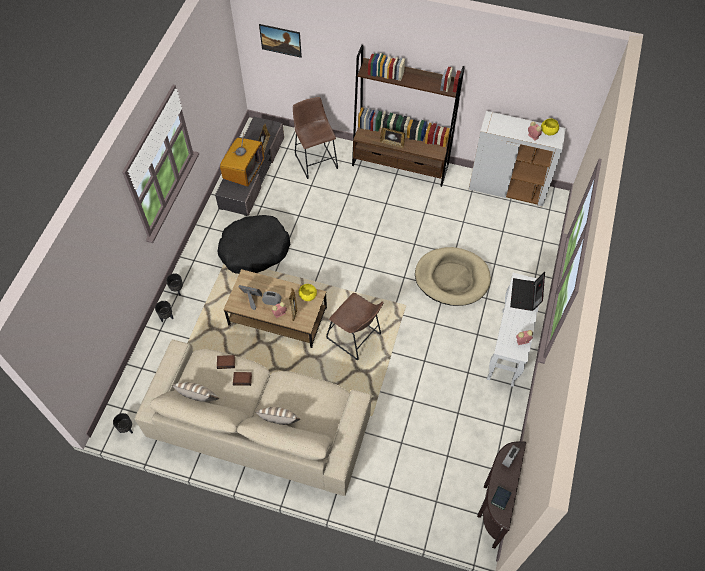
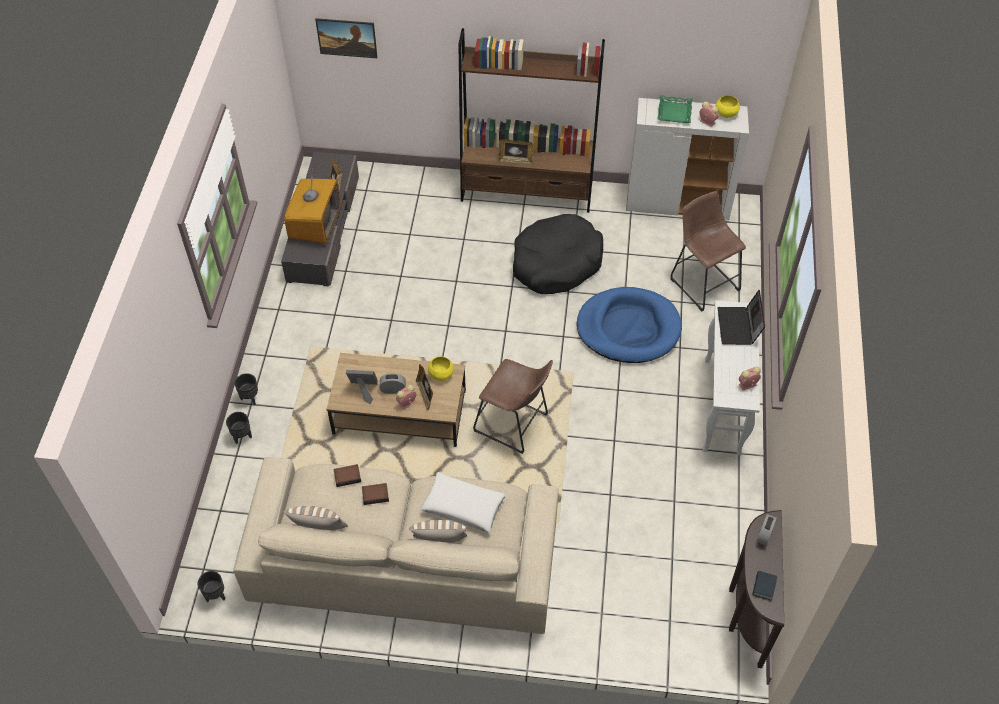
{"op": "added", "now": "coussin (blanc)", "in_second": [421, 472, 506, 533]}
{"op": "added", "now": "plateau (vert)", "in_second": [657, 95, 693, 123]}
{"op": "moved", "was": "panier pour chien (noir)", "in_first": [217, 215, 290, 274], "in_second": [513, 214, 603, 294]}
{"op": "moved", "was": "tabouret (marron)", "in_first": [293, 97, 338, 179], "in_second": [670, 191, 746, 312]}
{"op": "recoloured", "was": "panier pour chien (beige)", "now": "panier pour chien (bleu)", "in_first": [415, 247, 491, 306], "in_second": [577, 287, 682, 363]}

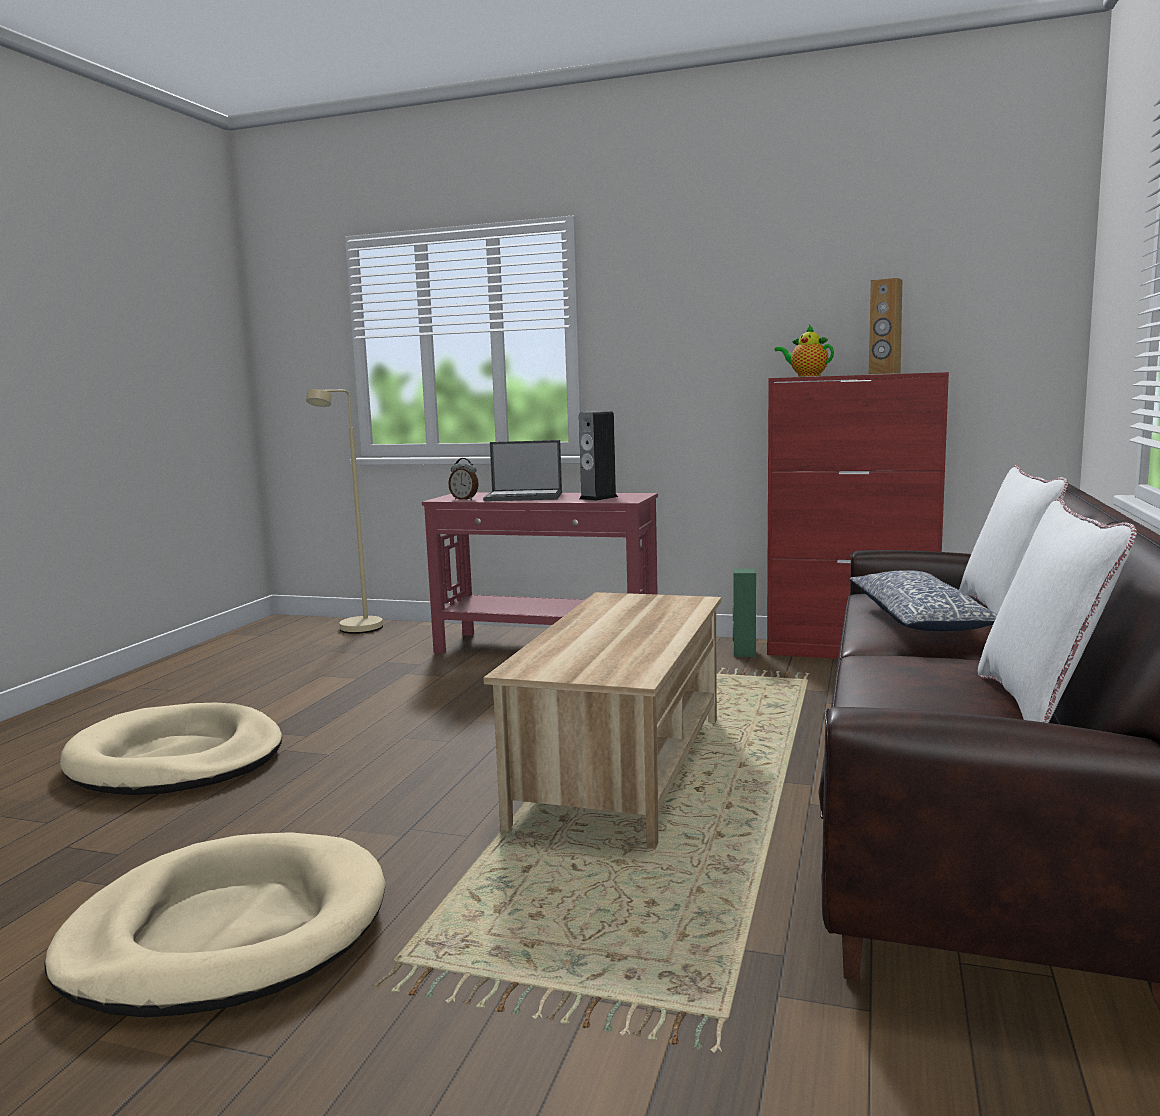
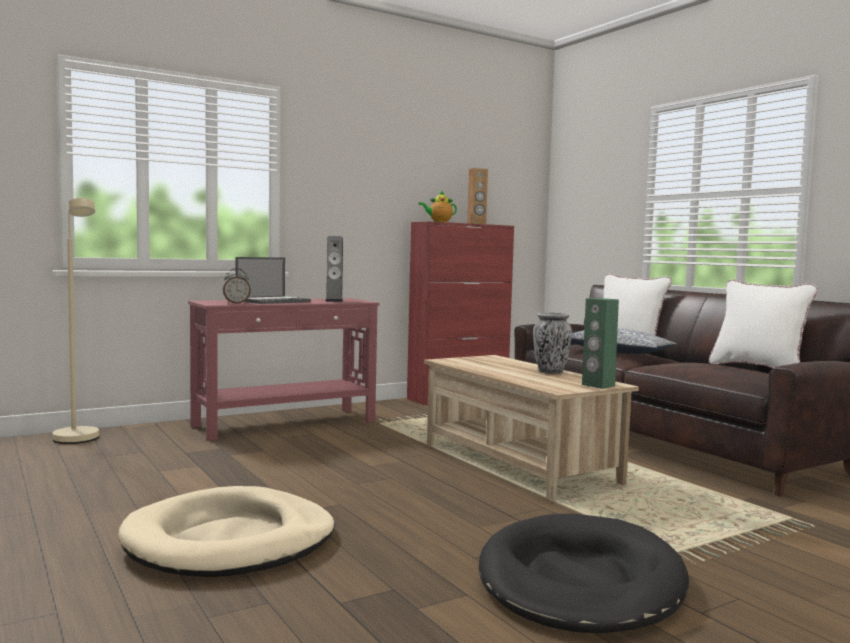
{"op": "added", "now": "vase", "in_second": [533, 312, 572, 374]}
{"op": "moved", "was": "enceinte (vert)", "in_first": [733, 569, 756, 657], "in_second": [582, 298, 619, 389]}
{"op": "recoloured", "was": "panier pour chien (beige)", "now": "panier pour chien (noir)", "in_first": [44, 832, 386, 1018], "in_second": [479, 514, 689, 633]}

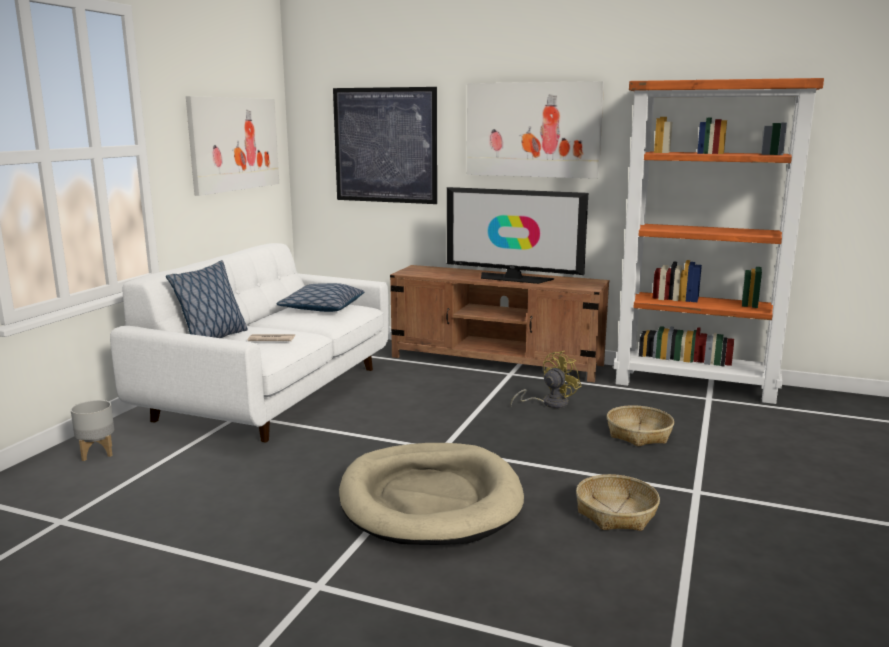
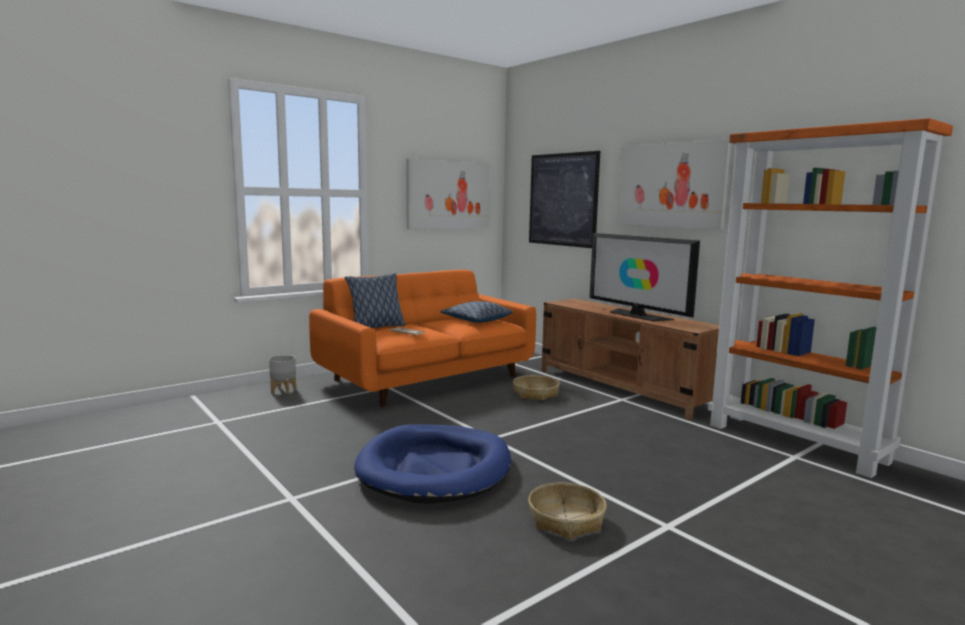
{"op": "removed", "was": "ventilateur (jaune)", "in_first": [511, 351, 582, 408]}
{"op": "moved", "was": "panier", "in_first": [607, 405, 674, 446], "in_second": [513, 375, 560, 401]}
{"op": "recoloured", "was": "canapé (blanc)", "now": "canapé (orange)", "in_first": [110, 243, 389, 443], "in_second": [309, 270, 536, 407]}
{"op": "recoloured", "was": "panier pour chien (beige)", "now": "panier pour chien (bleu)", "in_first": [339, 443, 524, 545], "in_second": [354, 424, 511, 504]}

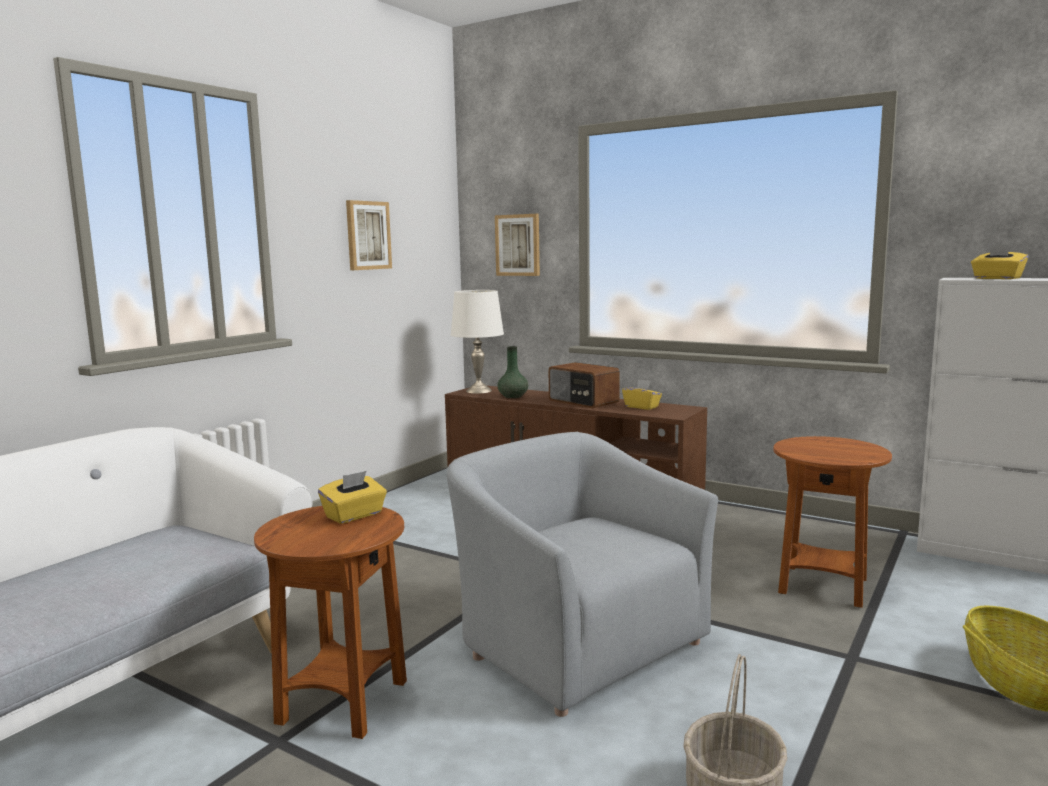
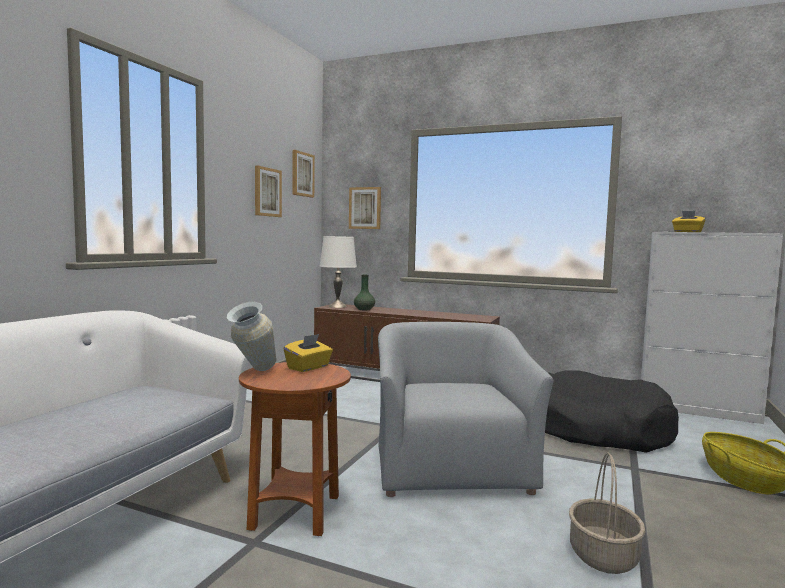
{"op": "removed", "was": "radio", "in_first": [549, 362, 620, 408]}
{"op": "removed", "was": "boîte à mouchoirs (jaune)", "in_first": [622, 379, 662, 410]}
{"op": "added", "now": "vase", "in_second": [227, 302, 276, 371]}
{"op": "added", "now": "tableau", "in_second": [292, 150, 315, 198]}
{"op": "replaced", "was": "table d'appoint (marron)", "now": "panier pour chien (noir)", "in_first": [773, 436, 892, 608], "in_second": [545, 370, 679, 453]}
{"op": "turned", "was": "fauteuil (gris)", "in_first": [447, 432, 718, 717], "in_second": [378, 322, 554, 497], "clockwise": 45}

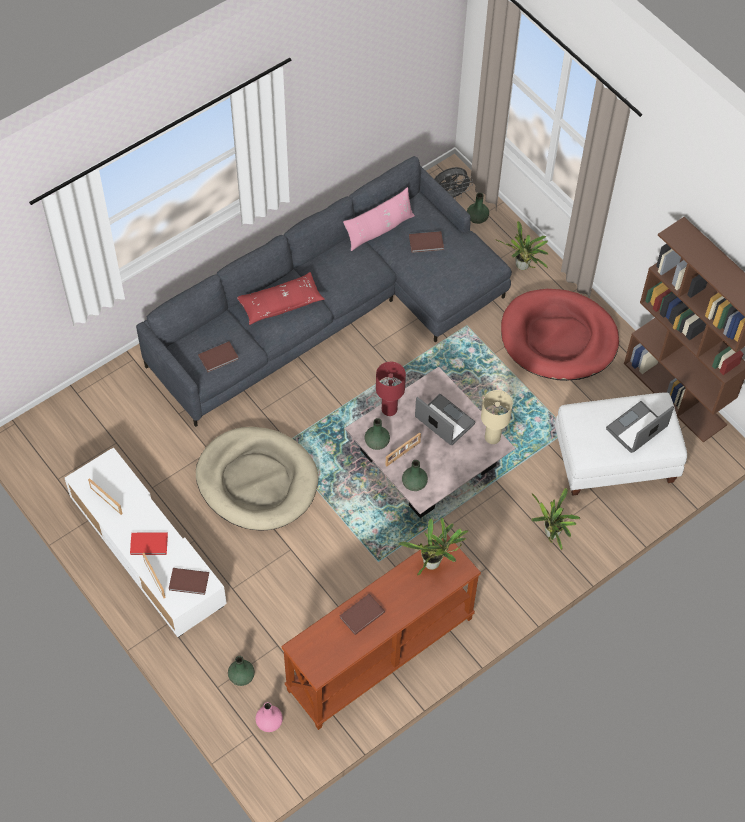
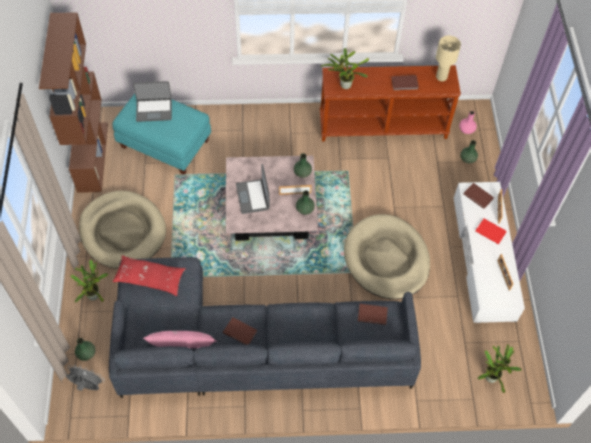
{"op": "removed", "was": "lampe de table (rouge)", "in_first": [376, 362, 406, 416]}
{"op": "moved", "was": "coussin (rouge)", "in_first": [237, 272, 325, 325], "in_second": [113, 255, 186, 296]}
{"op": "moved", "was": "livre (marron)", "in_first": [409, 231, 444, 253], "in_second": [223, 317, 257, 345]}
{"op": "moved", "was": "lampe de table (beige)", "in_first": [481, 390, 513, 444], "in_second": [436, 35, 461, 81]}
{"op": "moved", "was": "plante en pot", "in_first": [531, 488, 580, 551], "in_second": [477, 344, 522, 393]}
{"op": "recoloured", "was": "panier pour chien (rouge)", "now": "panier pour chien (beige)", "in_first": [501, 289, 619, 381], "in_second": [79, 191, 166, 269]}
{"op": "recoloured", "was": "pouf (blanc)", "now": "pouf (turquoise)", "in_first": [555, 392, 687, 496], "in_second": [112, 94, 211, 175]}

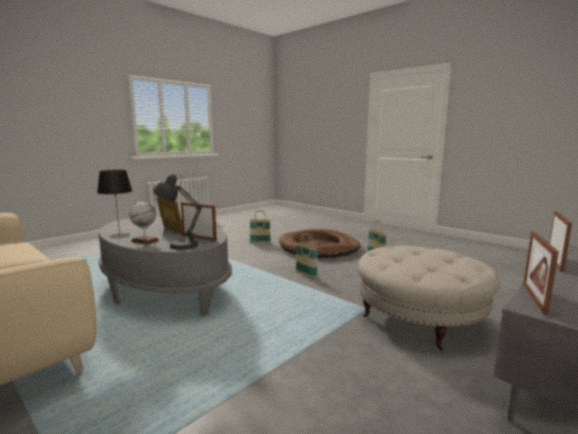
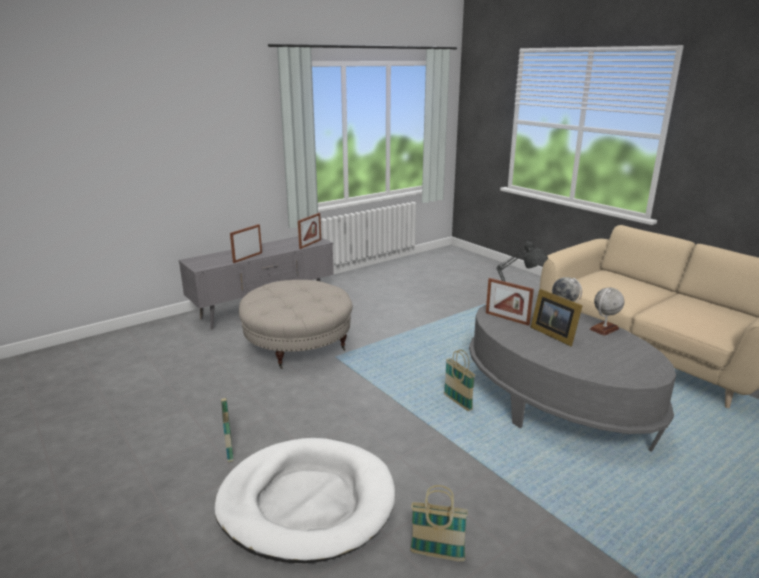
{"op": "moved", "was": "panier", "in_first": [296, 233, 318, 278], "in_second": [444, 349, 475, 411]}
{"op": "replaced", "was": "lampe de table (noir)", "now": "globe", "in_first": [97, 170, 133, 238], "in_second": [589, 288, 624, 336]}
{"op": "recoloured", "was": "panier pour chien (marron)", "now": "panier pour chien (blanc)", "in_first": [279, 229, 361, 258], "in_second": [214, 438, 395, 563]}

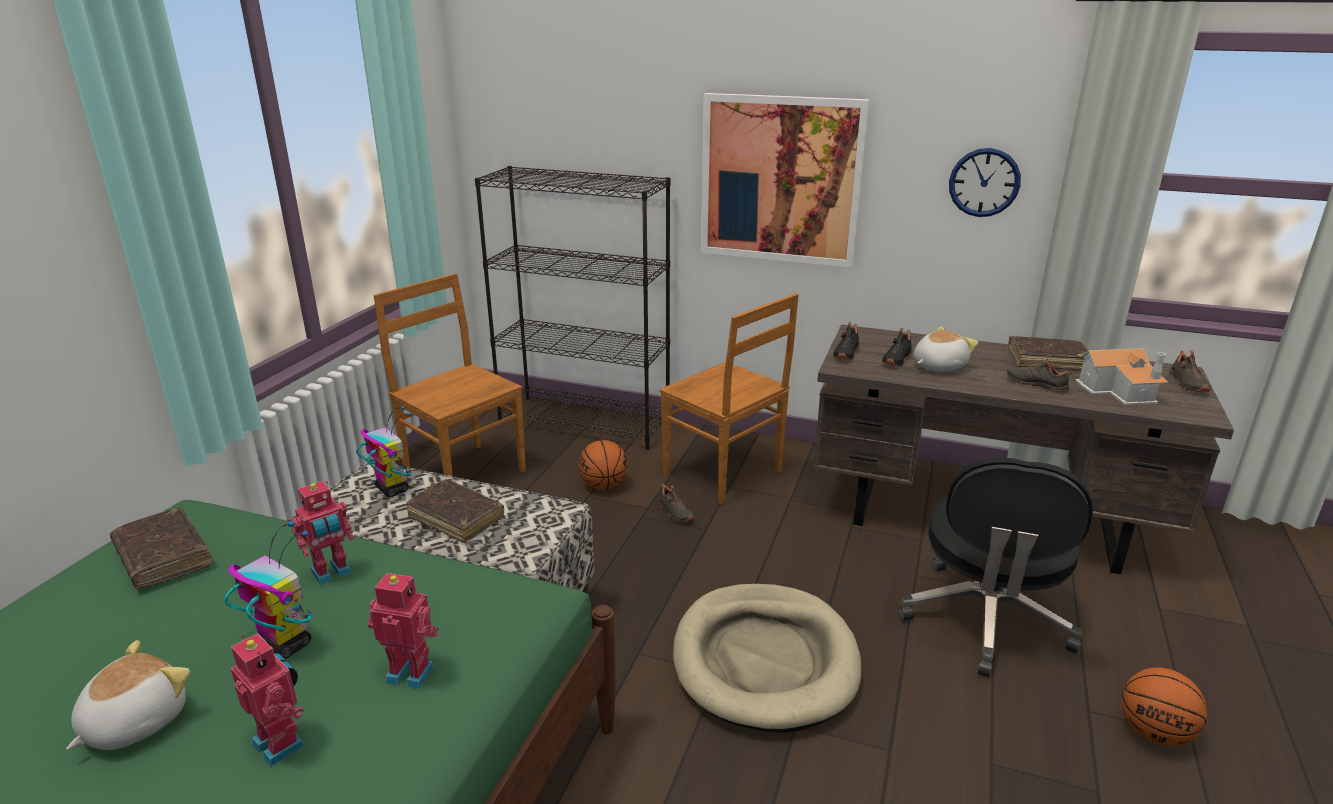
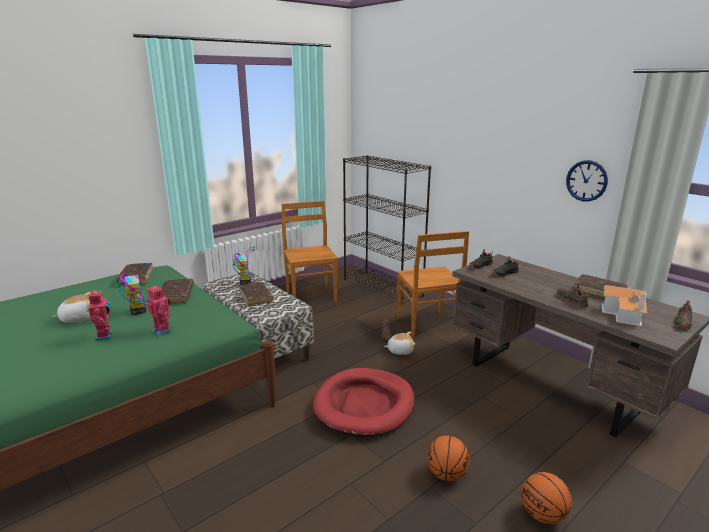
{"op": "removed", "was": "tableau", "in_first": [701, 93, 870, 268]}
{"op": "removed", "was": "chaise de bureau (noir)", "in_first": [898, 457, 1093, 678]}
{"op": "moved", "was": "ballon de basket", "in_first": [578, 440, 628, 490], "in_second": [427, 435, 470, 481]}
{"op": "moved", "was": "peluche", "in_first": [914, 327, 978, 372], "in_second": [384, 332, 415, 355]}
{"op": "replaced", "was": "robot jouet", "now": "livre (marron)", "in_first": [291, 481, 354, 585], "in_second": [161, 278, 194, 304]}
{"op": "recoloured", "was": "panier pour chien (beige)", "now": "panier pour chien (rouge)", "in_first": [673, 584, 861, 733], "in_second": [313, 368, 415, 437]}

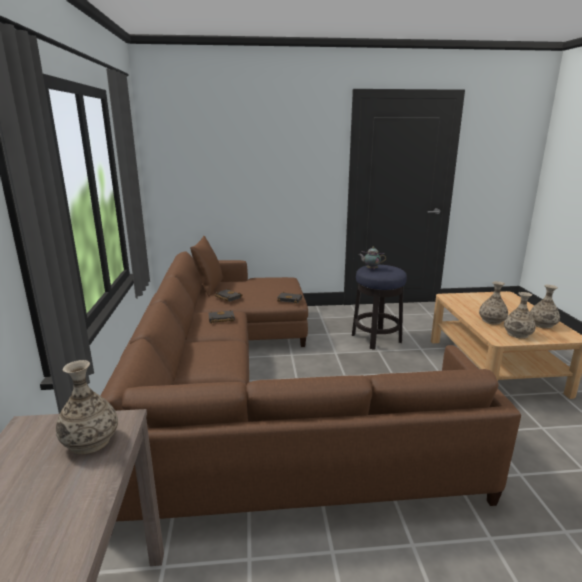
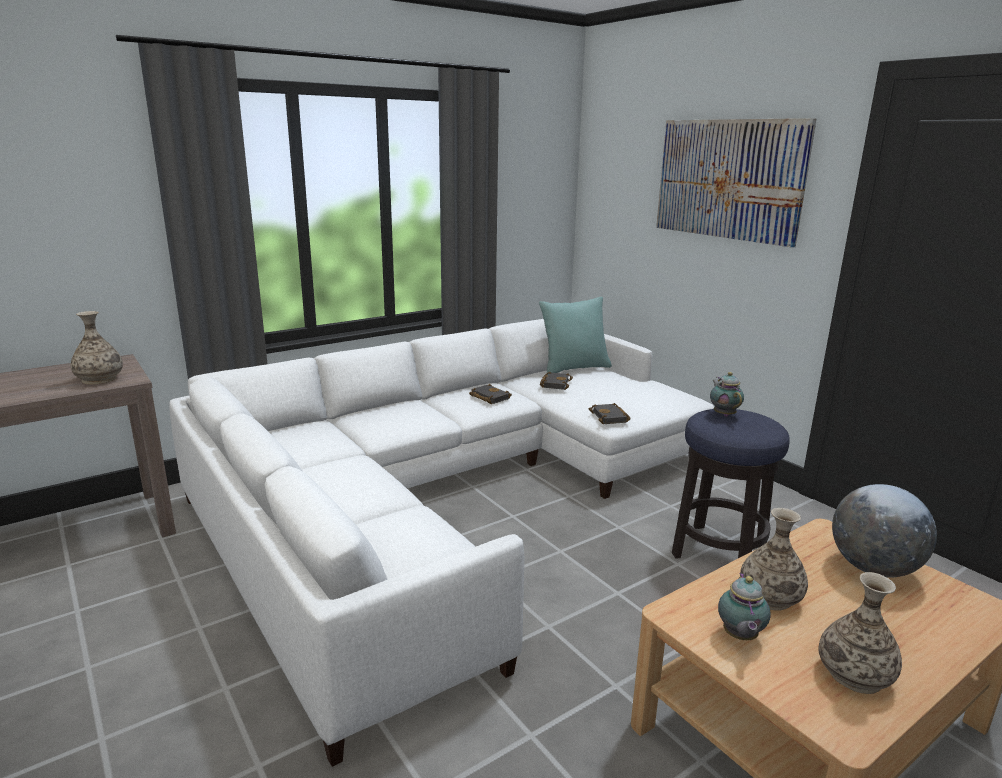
{"op": "added", "now": "tableau", "in_second": [656, 118, 816, 248]}
{"op": "added", "now": "globe", "in_second": [832, 484, 937, 578]}
{"op": "replaced", "was": "vase", "now": "théière", "in_first": [504, 292, 536, 339], "in_second": [718, 573, 771, 640]}
{"op": "recoloured", "was": "canapé (marron)", "now": "canapé (blanc)", "in_first": [101, 251, 521, 536], "in_second": [169, 319, 714, 767]}
{"op": "recoloured", "was": "coussin (marron)", "now": "coussin (turquoise)", "in_first": [190, 236, 223, 297], "in_second": [539, 297, 612, 375]}

